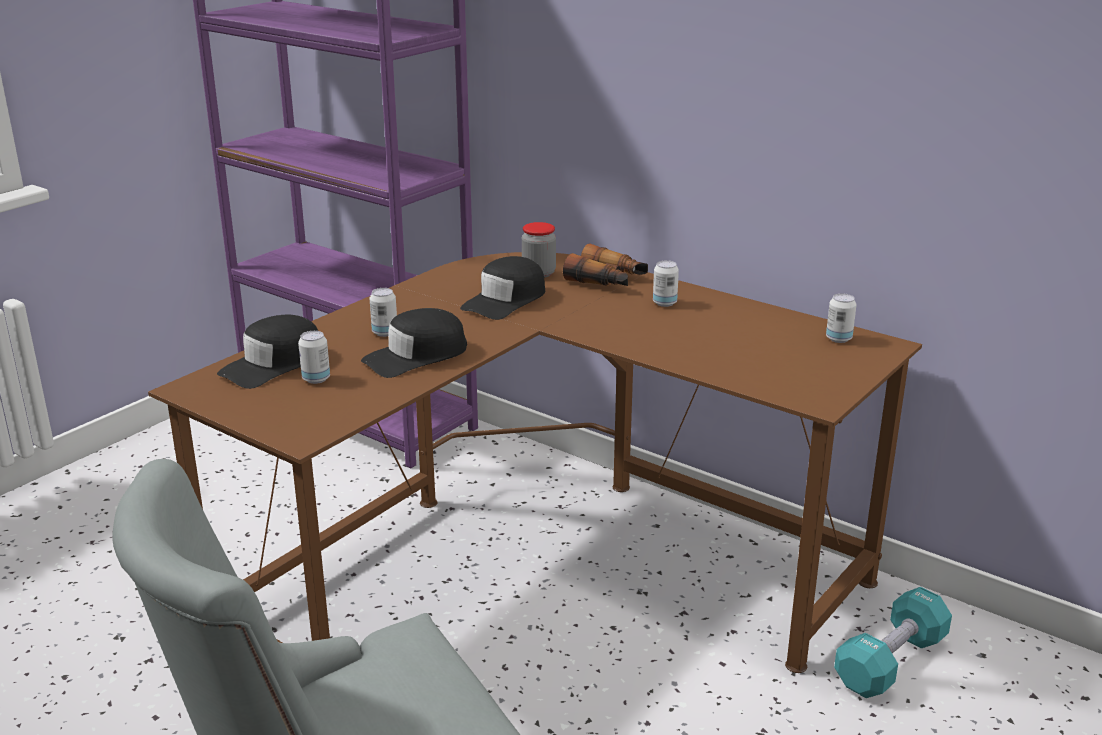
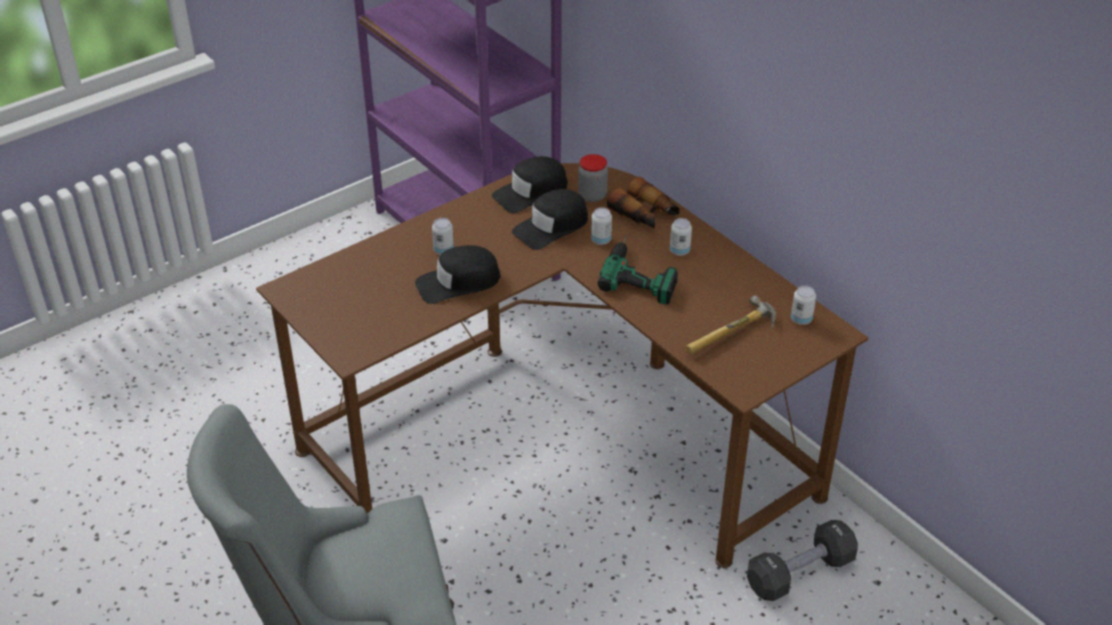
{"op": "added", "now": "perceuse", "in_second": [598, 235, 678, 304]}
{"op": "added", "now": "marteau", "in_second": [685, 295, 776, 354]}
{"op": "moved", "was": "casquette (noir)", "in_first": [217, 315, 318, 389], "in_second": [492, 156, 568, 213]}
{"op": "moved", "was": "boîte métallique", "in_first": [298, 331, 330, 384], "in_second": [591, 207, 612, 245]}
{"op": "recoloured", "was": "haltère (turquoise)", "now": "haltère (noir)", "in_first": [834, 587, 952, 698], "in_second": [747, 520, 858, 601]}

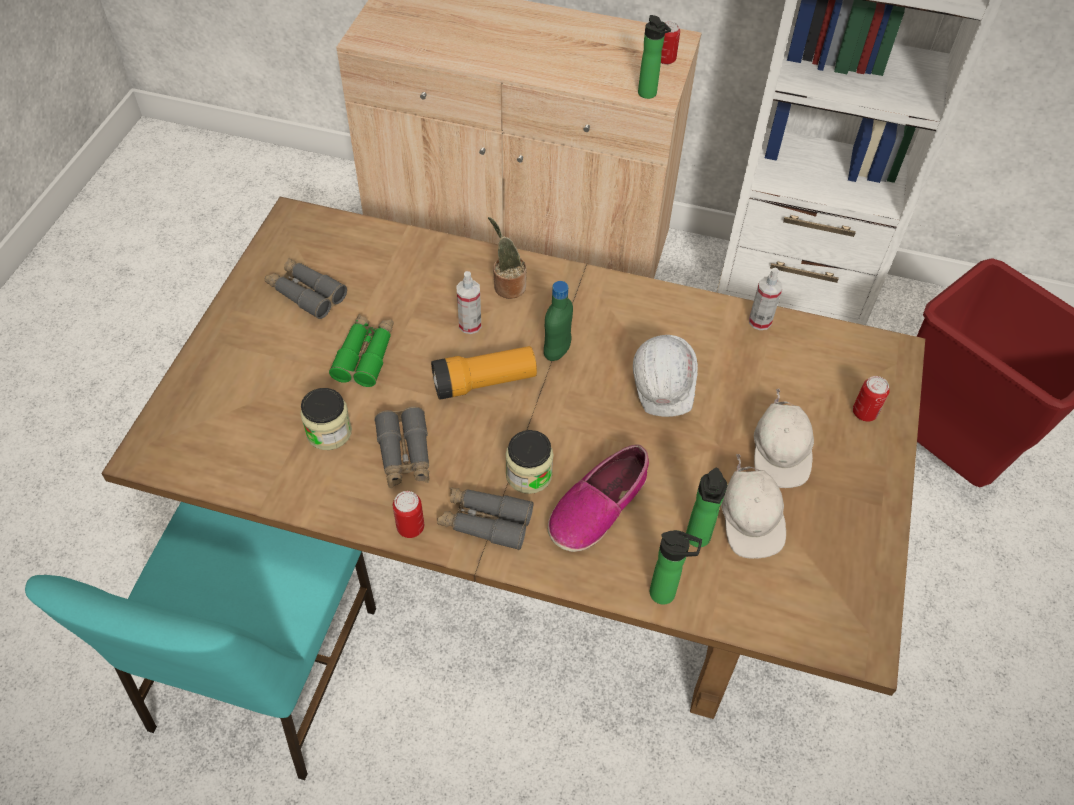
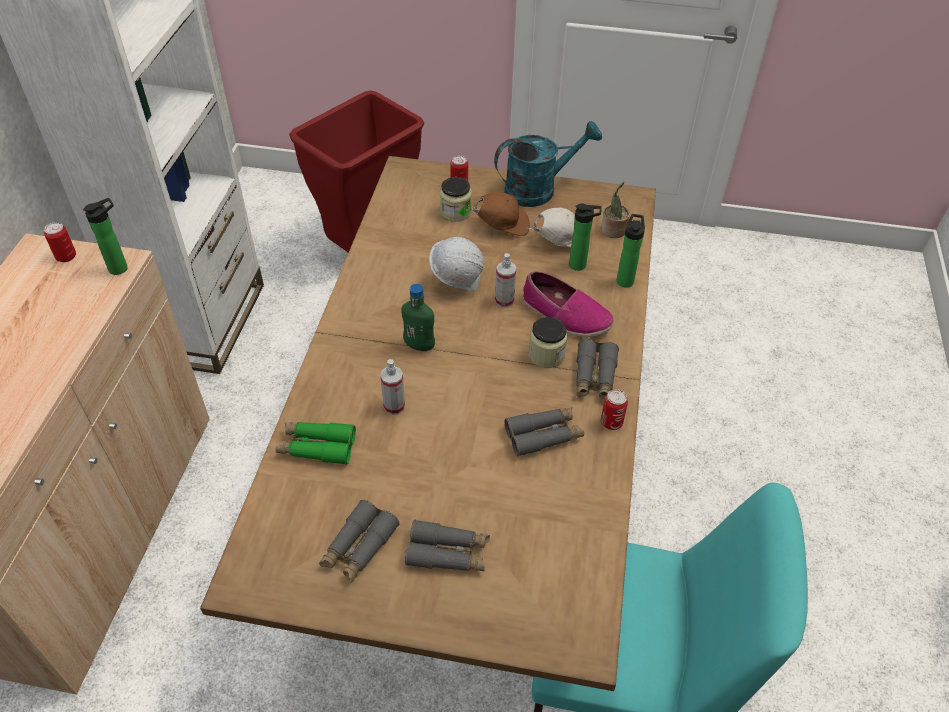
{"op": "removed", "was": "lampe de poche", "in_first": [431, 346, 537, 400]}
{"op": "added", "now": "jumelles (gris)", "in_second": [405, 520, 490, 571]}
{"op": "added", "now": "arrosoir (turquoise)", "in_second": [494, 121, 602, 207]}
{"op": "moved", "was": "bocal", "in_first": [300, 388, 352, 450], "in_second": [440, 177, 472, 222]}
{"op": "moved", "was": "jumelles (vert)", "in_first": [329, 314, 394, 387], "in_second": [276, 422, 356, 465]}
{"op": "moved", "was": "plante en pot", "in_first": [488, 217, 527, 299], "in_second": [601, 182, 630, 238]}
{"op": "moved", "was": "vaporisateur", "in_first": [749, 268, 783, 330], "in_second": [495, 253, 516, 308]}
{"op": "recoloured", "was": "casquette (blanc)", "now": "casquette (marron)", "in_first": [754, 389, 814, 488], "in_second": [466, 192, 530, 236]}

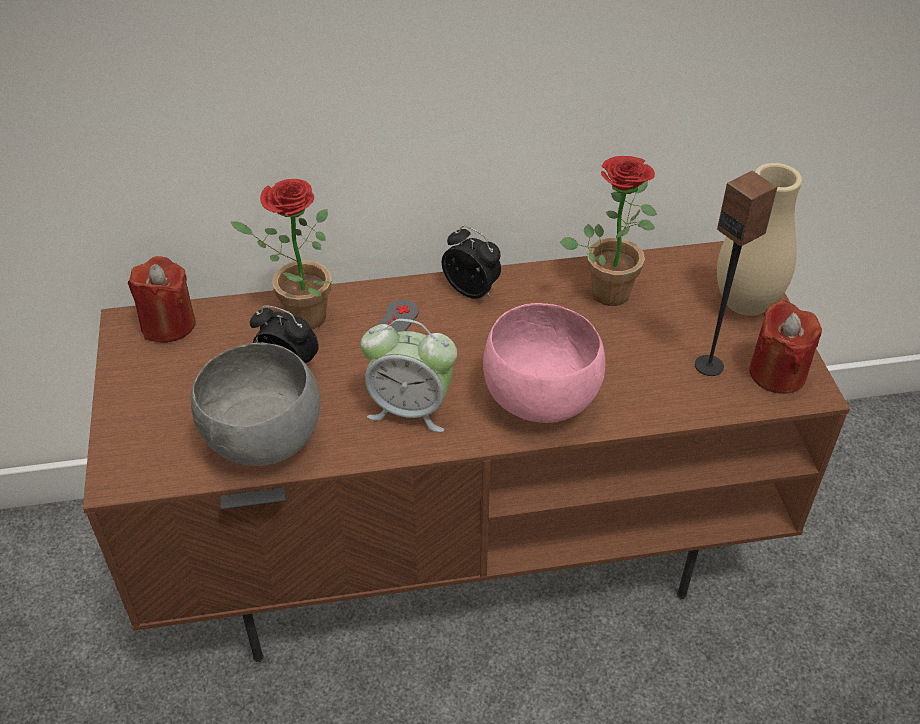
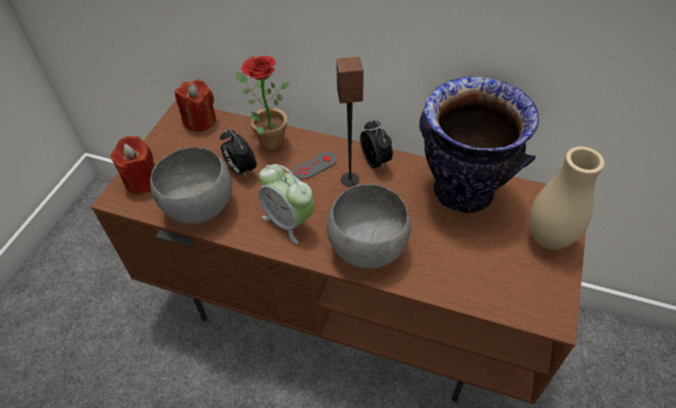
{"op": "moved", "was": "enceinte", "in_first": [695, 171, 778, 376], "in_second": [336, 57, 364, 186]}
{"op": "moved", "was": "bougie (rouge)", "in_first": [749, 300, 822, 394], "in_second": [110, 136, 155, 194]}
{"op": "replaced", "was": "plante en pot", "now": "vase", "in_first": [560, 156, 657, 306], "in_second": [419, 77, 539, 213]}
{"op": "recoloured", "was": "bol (rose)", "now": "bol (gris)", "in_first": [483, 303, 605, 423], "in_second": [327, 184, 411, 269]}

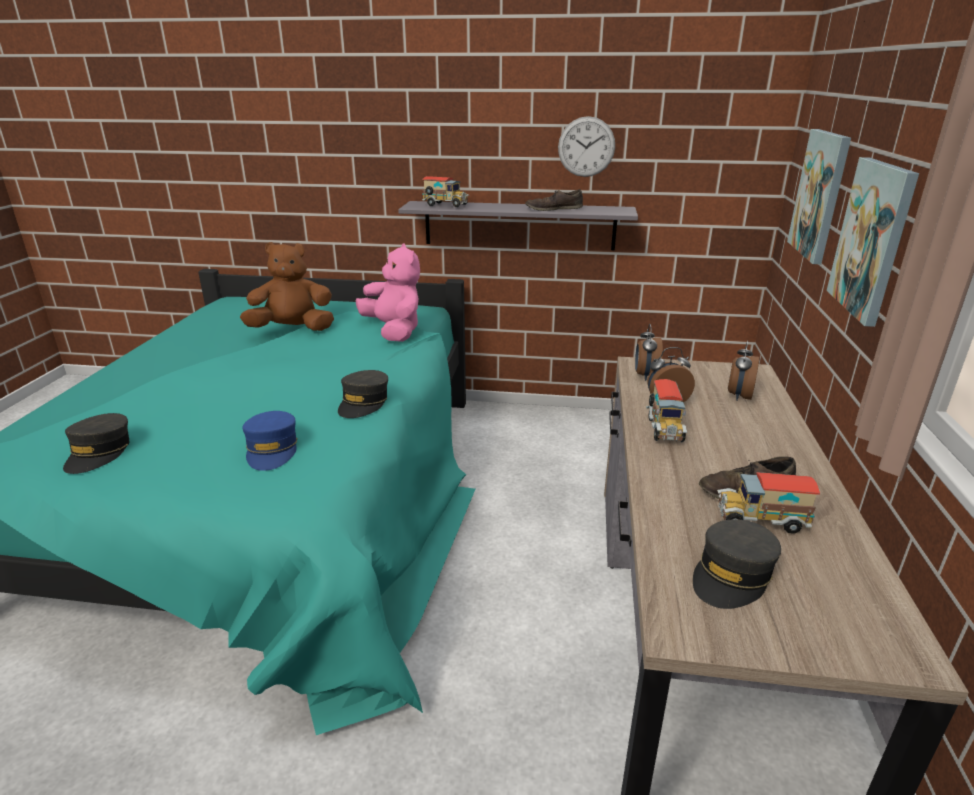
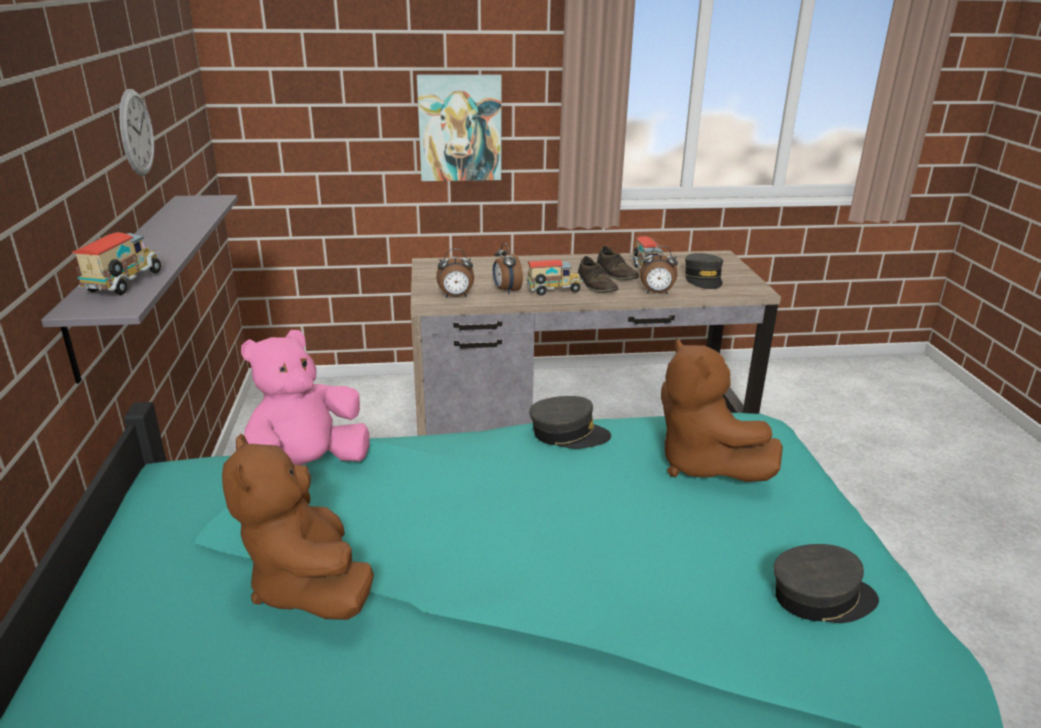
{"op": "removed", "was": "tableau", "in_first": [787, 129, 851, 264]}
{"op": "moved", "was": "chaussure (marron)", "in_first": [525, 189, 583, 211], "in_second": [578, 256, 618, 293]}
{"op": "moved", "was": "réveil", "in_first": [728, 341, 759, 401], "in_second": [640, 246, 678, 294]}
{"op": "replaced", "was": "casquette (bleu)", "now": "peluche (marron)", "in_first": [242, 411, 298, 471], "in_second": [661, 338, 783, 482]}
{"op": "turned", "was": "casquette (gris)", "in_first": [693, 519, 781, 609], "in_second": [684, 253, 723, 289], "clockwise": 60}

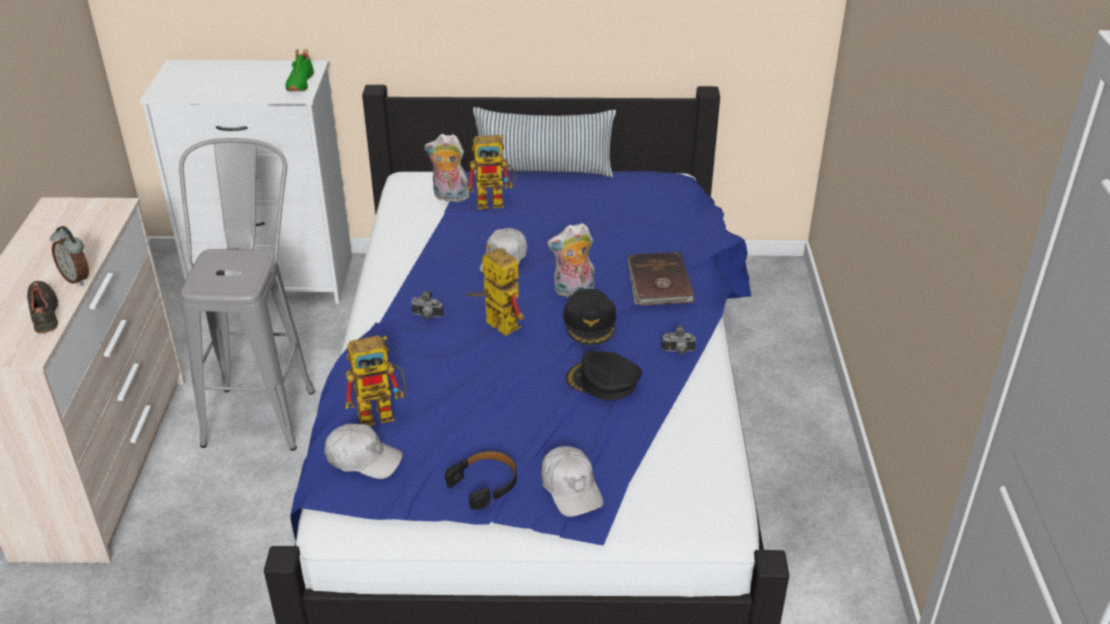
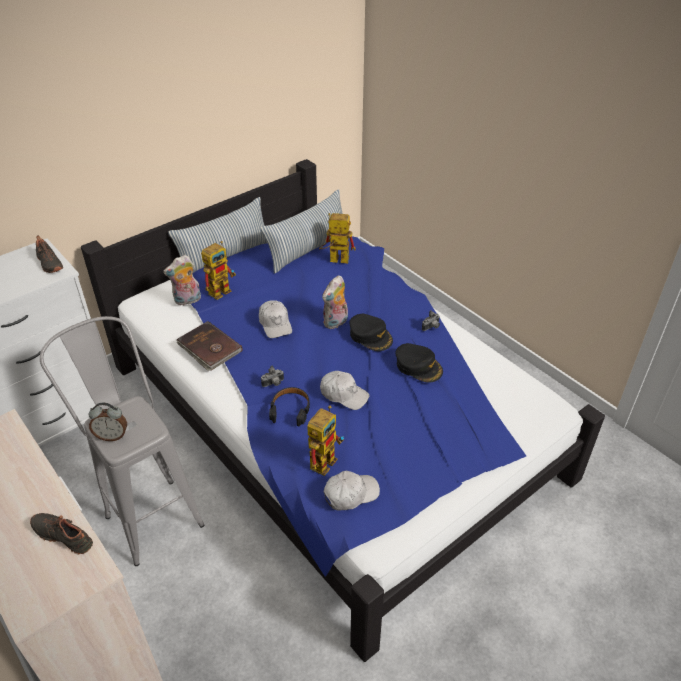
{"op": "added", "now": "coussin", "in_second": [260, 189, 343, 274]}
{"op": "moved", "was": "réveil", "in_first": [50, 226, 89, 286], "in_second": [89, 403, 127, 441]}
{"op": "moved", "was": "casque audio (noir)", "in_first": [445, 451, 517, 510], "in_second": [269, 387, 310, 426]}
{"op": "moved", "was": "robot jouet", "in_first": [466, 245, 524, 336], "in_second": [319, 213, 356, 264]}
{"op": "moved", "was": "casquette (blanc)", "in_first": [541, 446, 603, 517], "in_second": [320, 371, 370, 410]}
{"op": "moved", "was": "livre (marron)", "in_first": [627, 252, 695, 306], "in_second": [176, 321, 243, 371]}
{"op": "recoloured", "was": "chaussure (vert)", "now": "chaussure (noir)", "in_first": [286, 49, 314, 91], "in_second": [36, 235, 63, 273]}
{"op": "turned", "was": "casquette (noir)", "in_first": [566, 351, 642, 401], "in_second": [396, 343, 443, 383], "clockwise": -120}

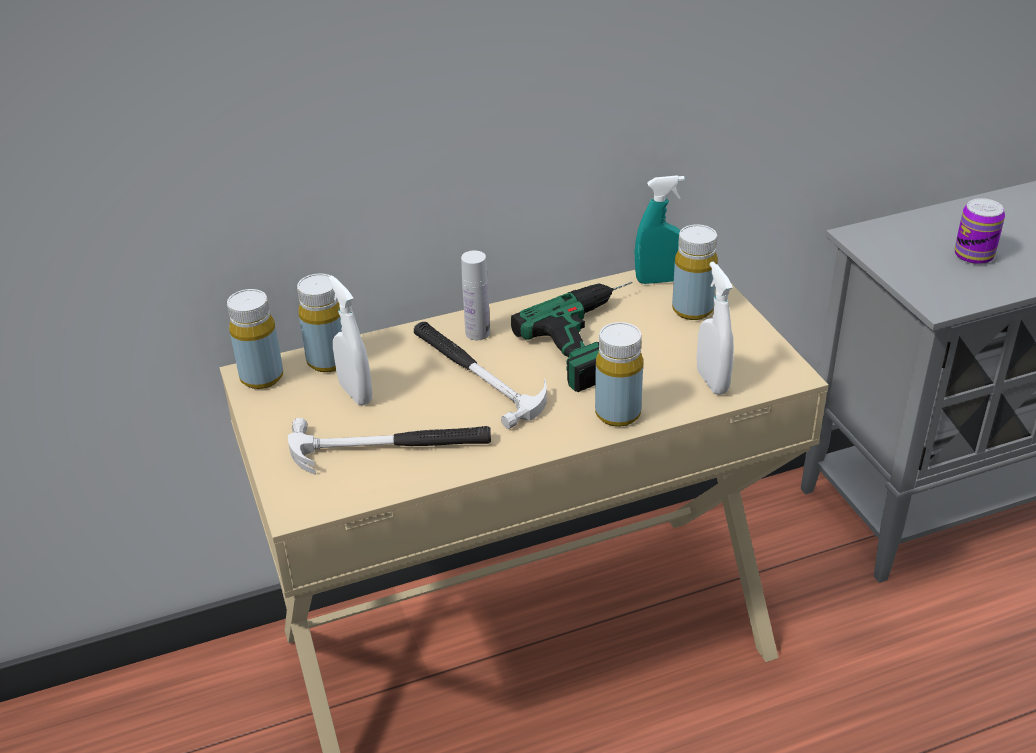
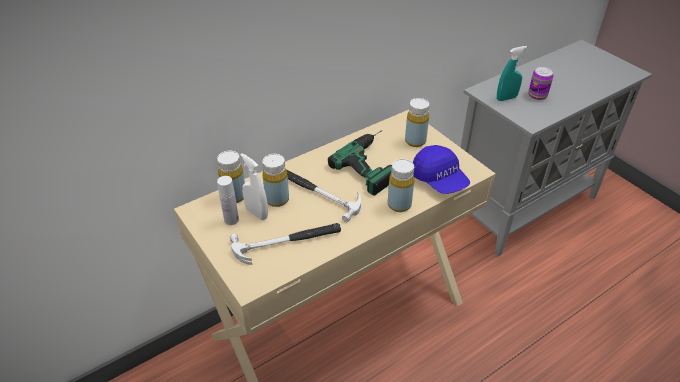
{"op": "moved", "was": "bouteille (jaune)", "in_first": [227, 289, 283, 389], "in_second": [262, 154, 289, 207]}
{"op": "moved", "was": "bouteille (blanc)", "in_first": [461, 250, 490, 340], "in_second": [217, 176, 239, 225]}
{"op": "moved", "was": "vaporisateur (turquoise)", "in_first": [635, 175, 685, 284], "in_second": [497, 46, 527, 101]}
{"op": "replaced", "was": "vaporisateur (blanc)", "now": "casquette (bleu)", "in_first": [697, 262, 734, 395], "in_second": [413, 145, 470, 194]}

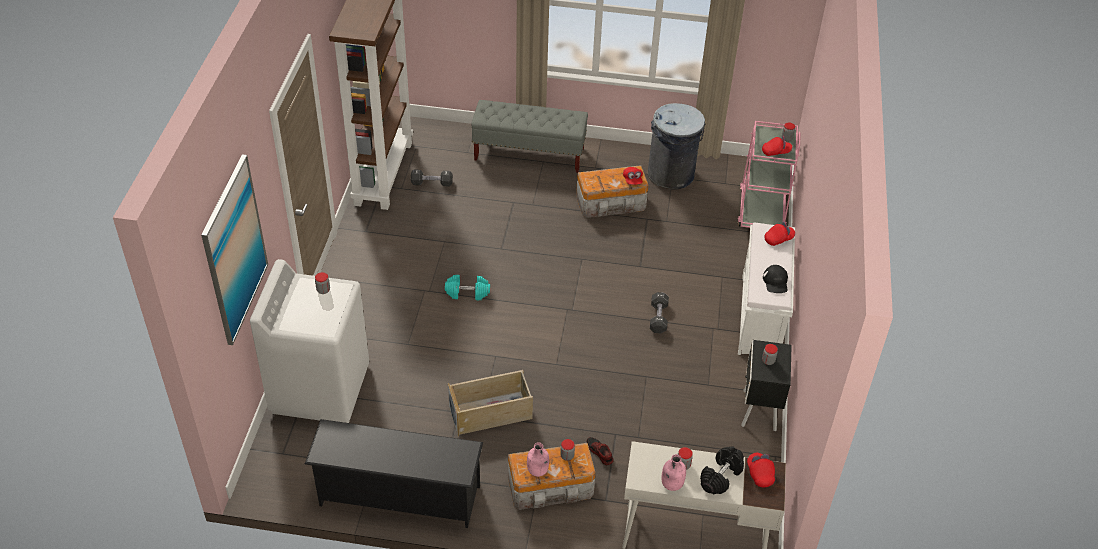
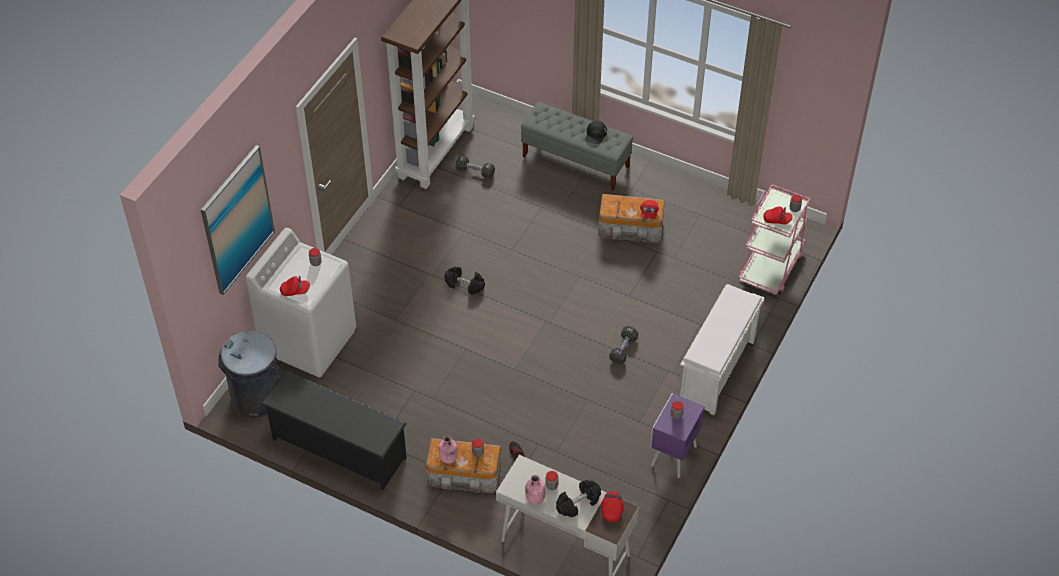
{"op": "removed", "was": "boîte de rangement (beige)", "in_first": [448, 370, 533, 436]}
{"op": "moved", "was": "poubelle (gris)", "in_first": [648, 103, 705, 190], "in_second": [218, 331, 280, 417]}
{"op": "moved", "was": "casquette (noir)", "in_first": [763, 265, 788, 293], "in_second": [585, 121, 607, 144]}
{"op": "moved", "was": "casquette (rouge)", "in_first": [764, 222, 795, 246], "in_second": [280, 276, 310, 296]}
{"op": "recoloured", "was": "haltère (turquoise)", "now": "haltère (noir)", "in_first": [445, 275, 490, 300], "in_second": [444, 267, 485, 295]}
{"op": "recoloured", "was": "table de chevet (noir)", "now": "table de chevet (violet)", "in_first": [741, 340, 792, 431], "in_second": [650, 393, 705, 478]}

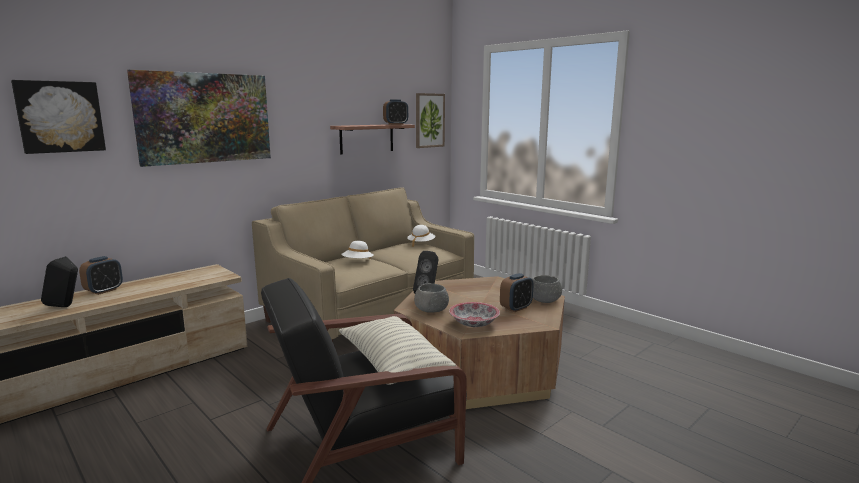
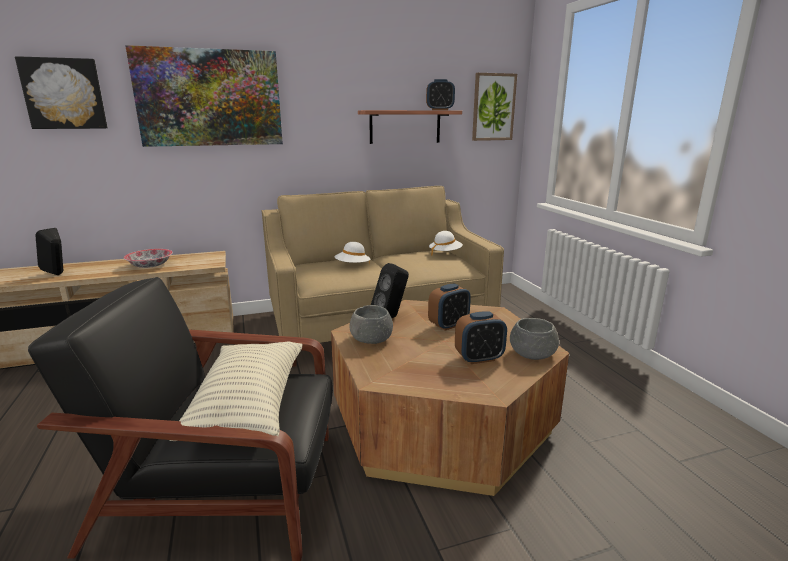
{"op": "moved", "was": "réveil", "in_first": [79, 256, 123, 295], "in_second": [428, 283, 471, 331]}
{"op": "moved", "was": "bol", "in_first": [449, 302, 500, 327], "in_second": [124, 249, 173, 268]}

